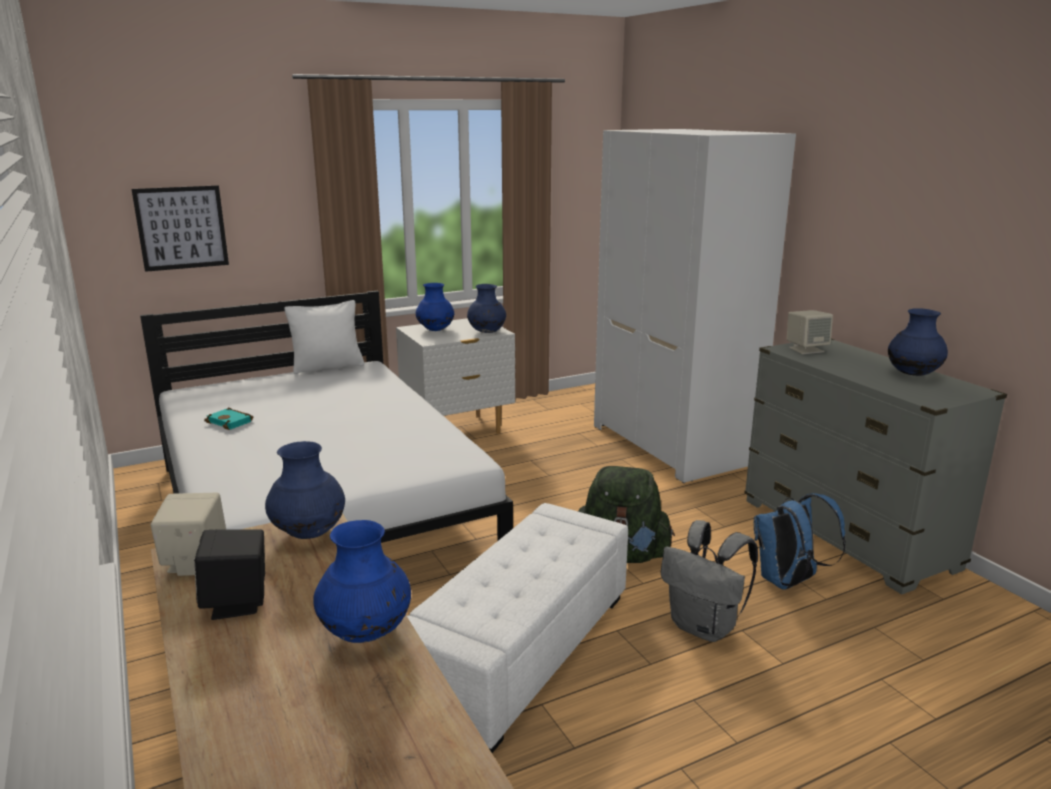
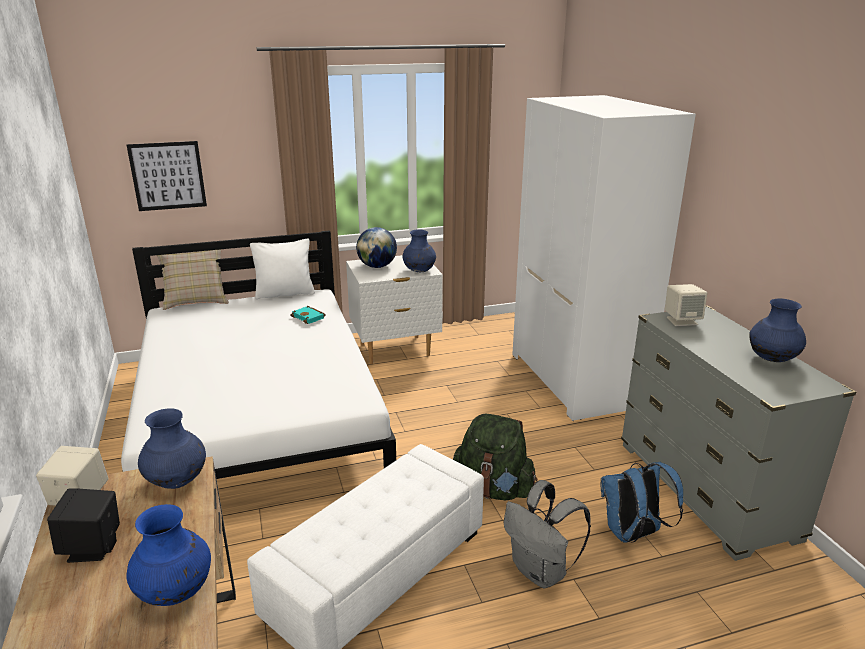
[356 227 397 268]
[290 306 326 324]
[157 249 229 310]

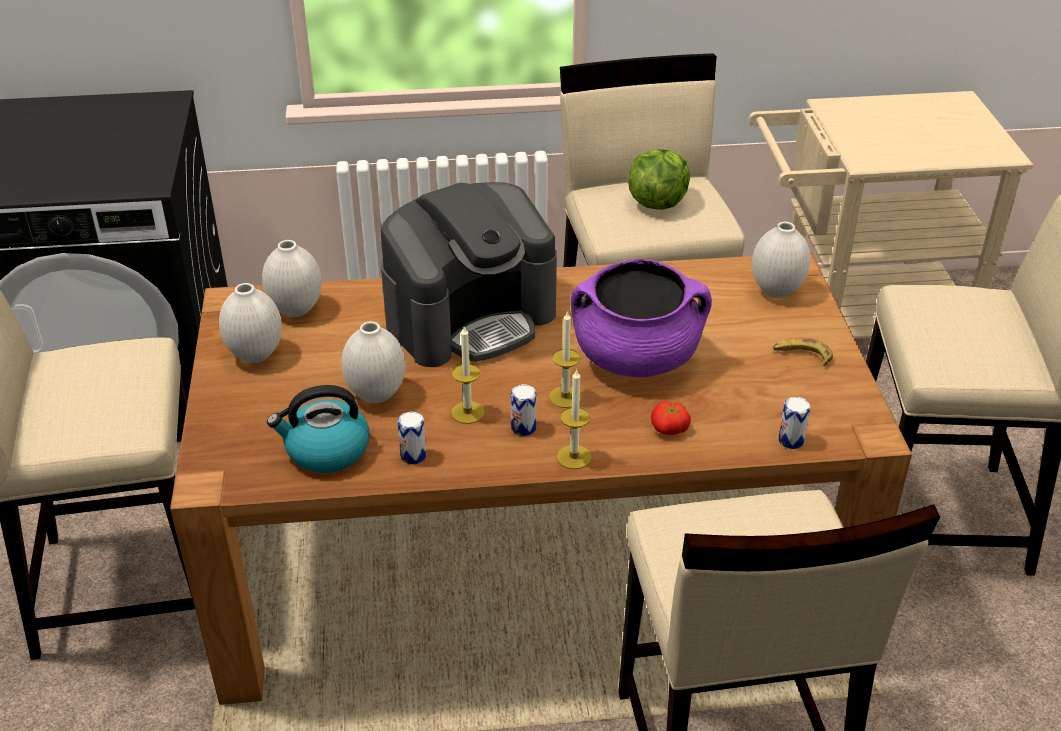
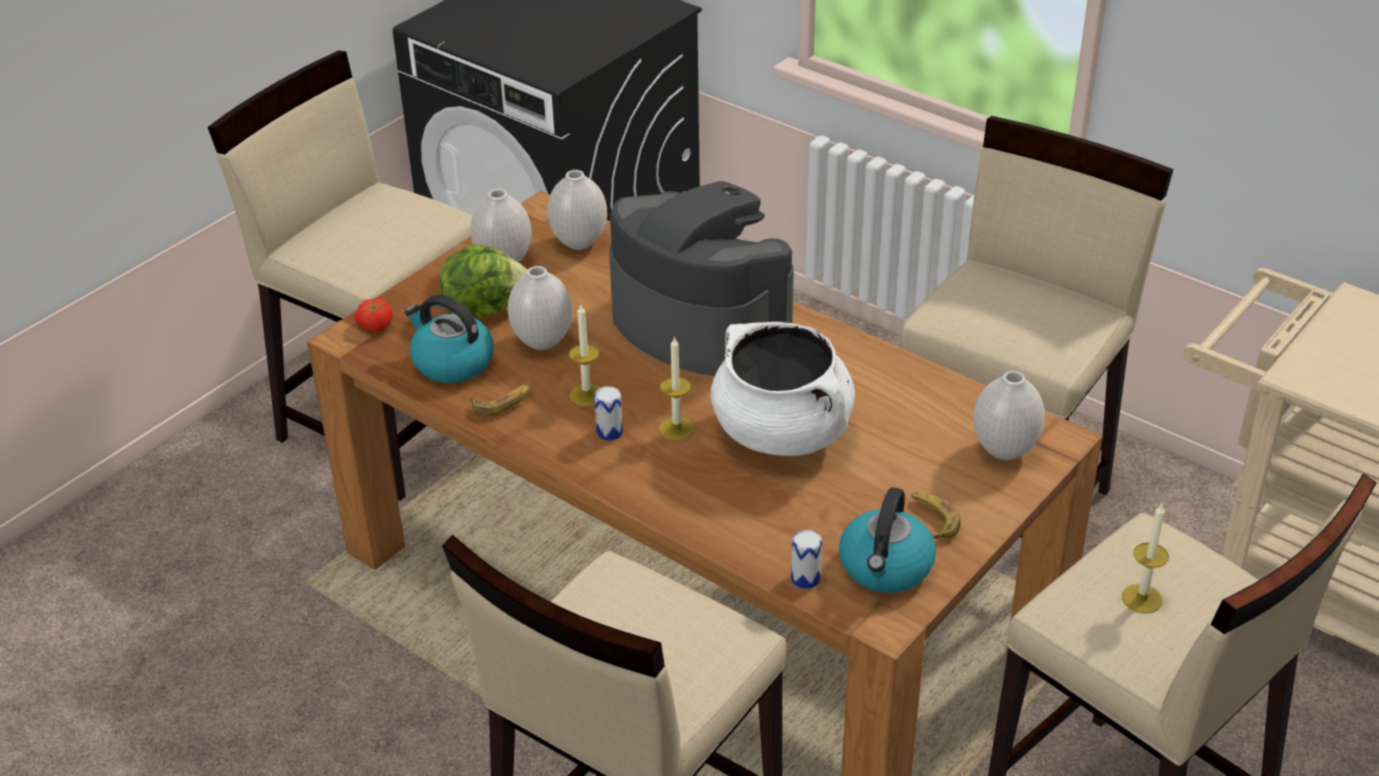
[440 244 527 318]
[609 181 794 376]
[711 322 855 456]
[1122 503 1169 613]
[355 298 393 332]
[471 385 530 416]
[839 487 936 593]

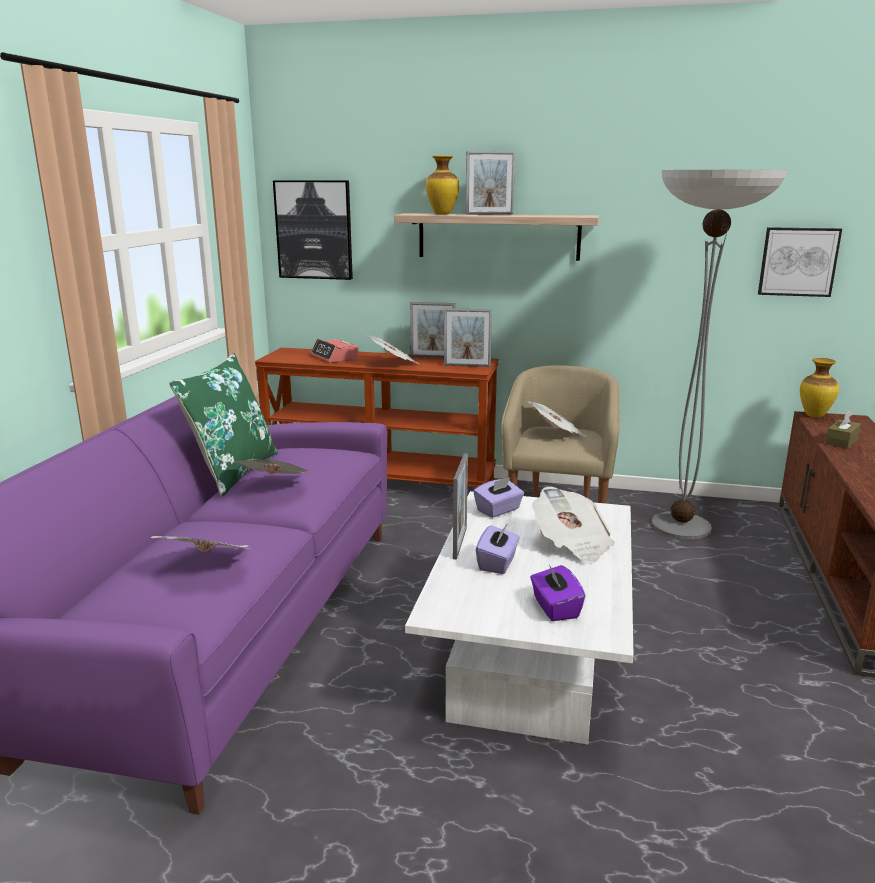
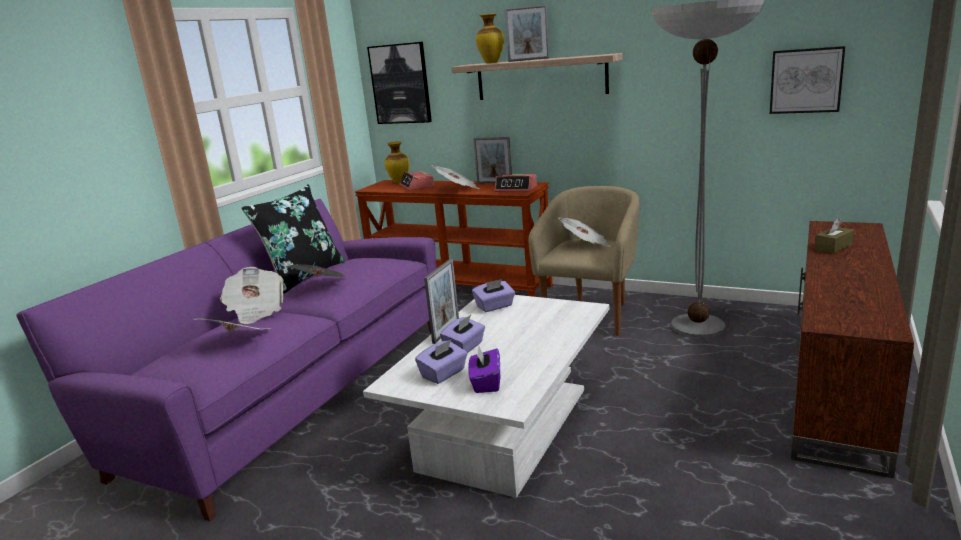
[495 174 537 192]
[241 185 345 293]
[385 141 409 183]
[220 267 283 324]
[415 340 467 384]

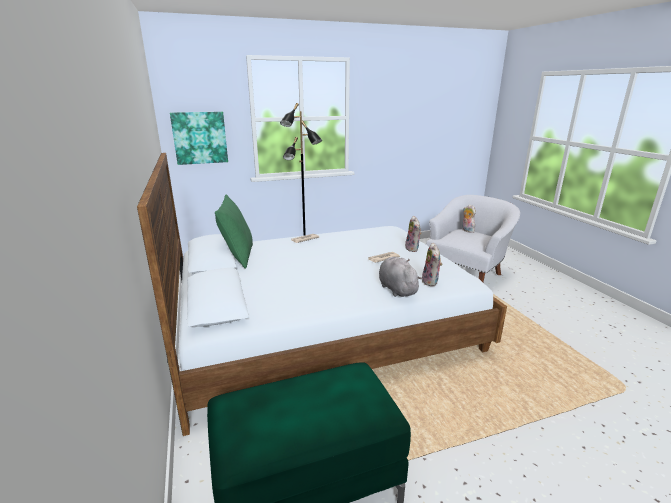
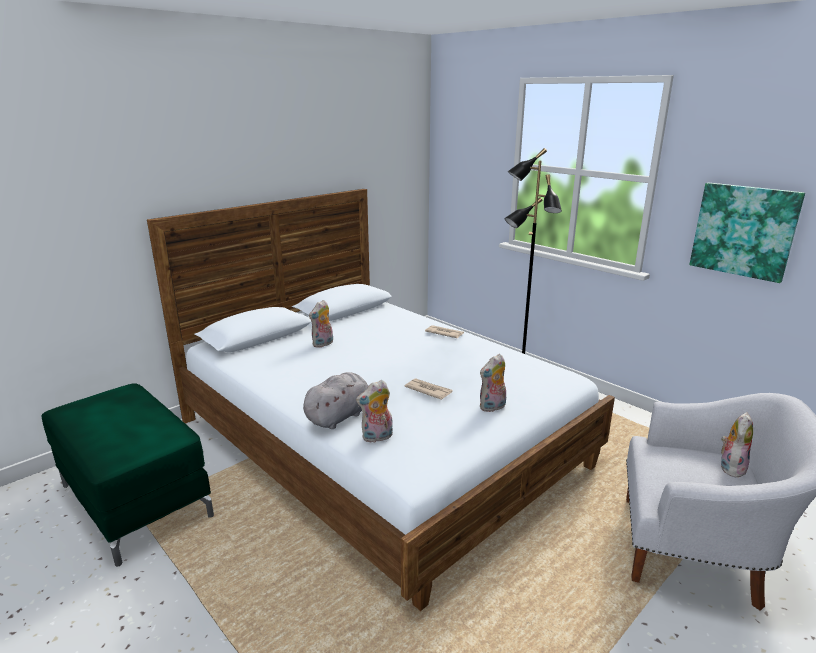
[689 183 805 283]
[215 194 253 269] (first image)
[309 300 333 348]

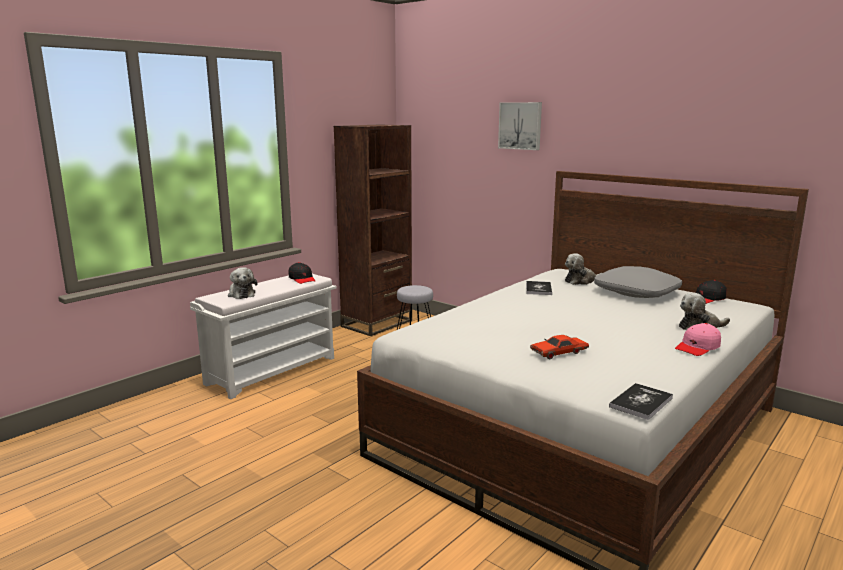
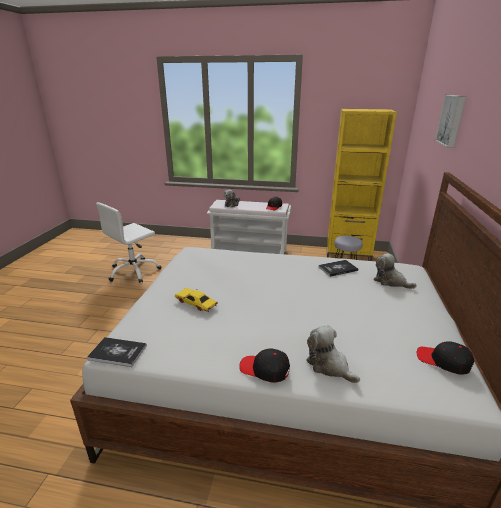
[327 109 397 261]
[594 266 682 298] (first image)
[239 348 290 383]
[175 288 218 312]
[96 202 161 283]

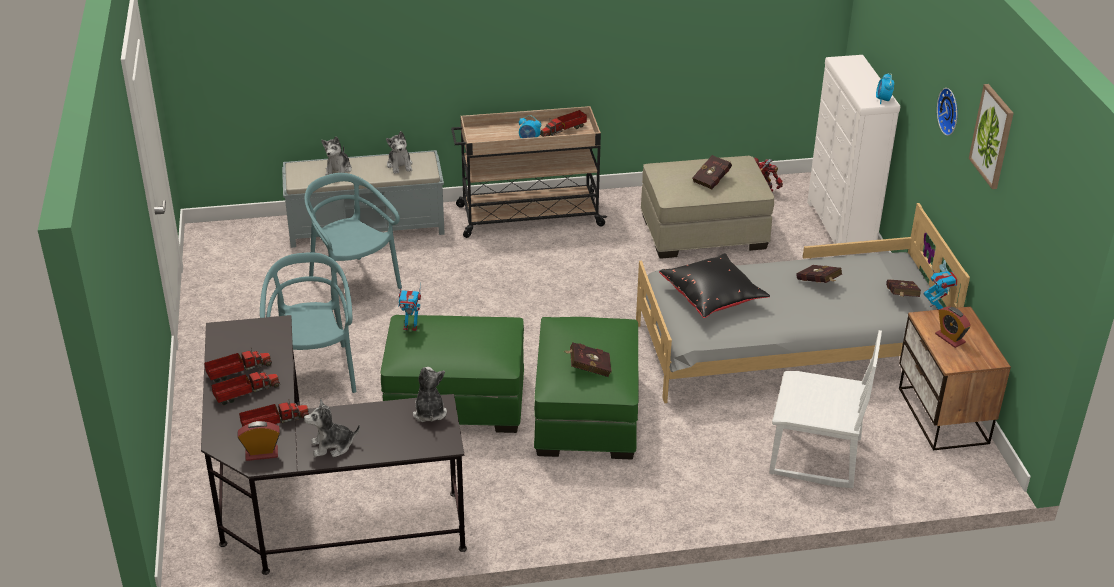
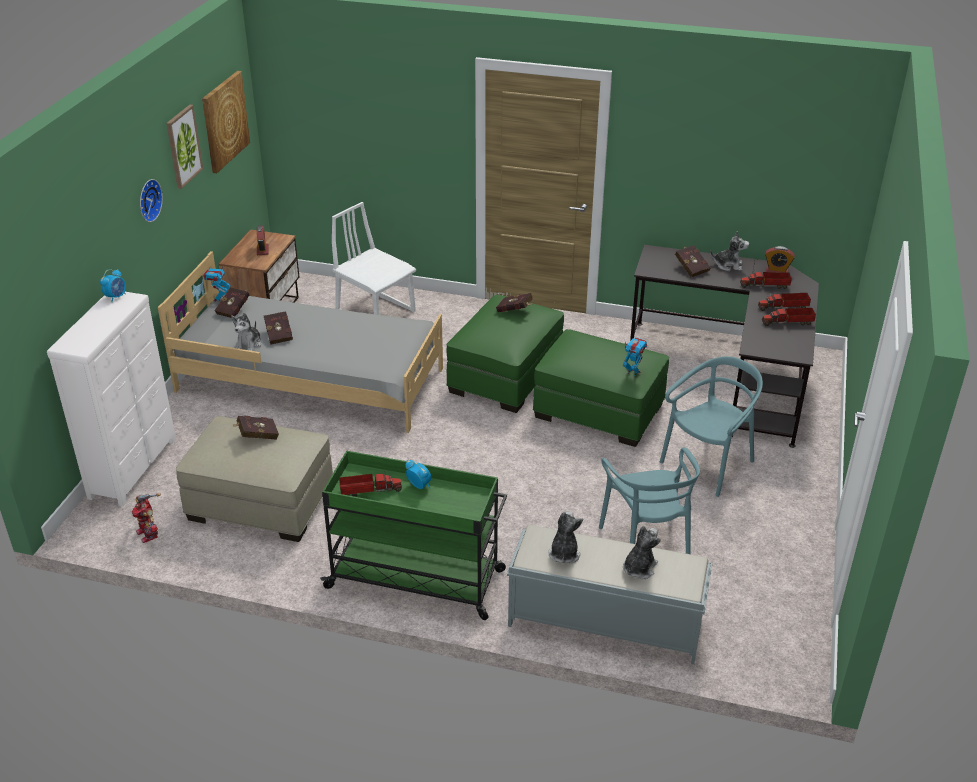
[320 451 507 620]
[660 356 763 497]
[659 253 770 318] (first image)
[231 313 262 351]
[202 71 250 173]
[675 245 710 277]

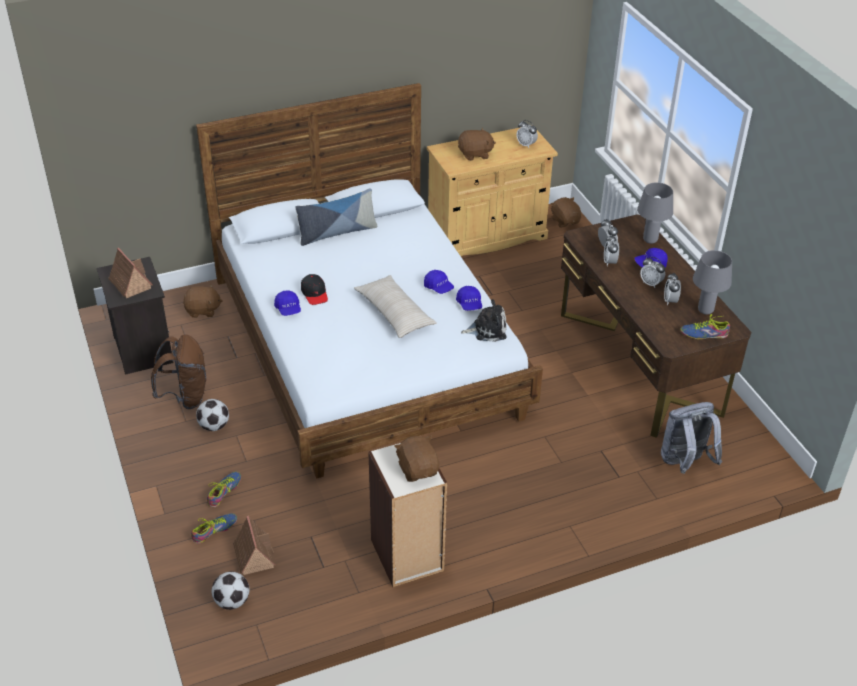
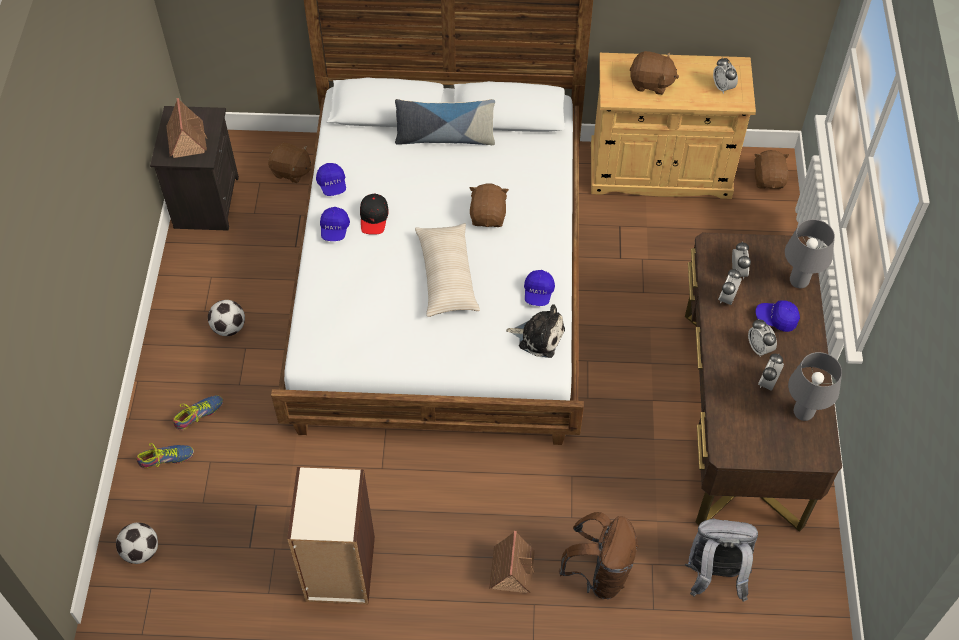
[316 163 346 196]
[680 314 730 340] (first image)
[559 512 638 599]
[469 183 509 227]
[489 531 535 593]

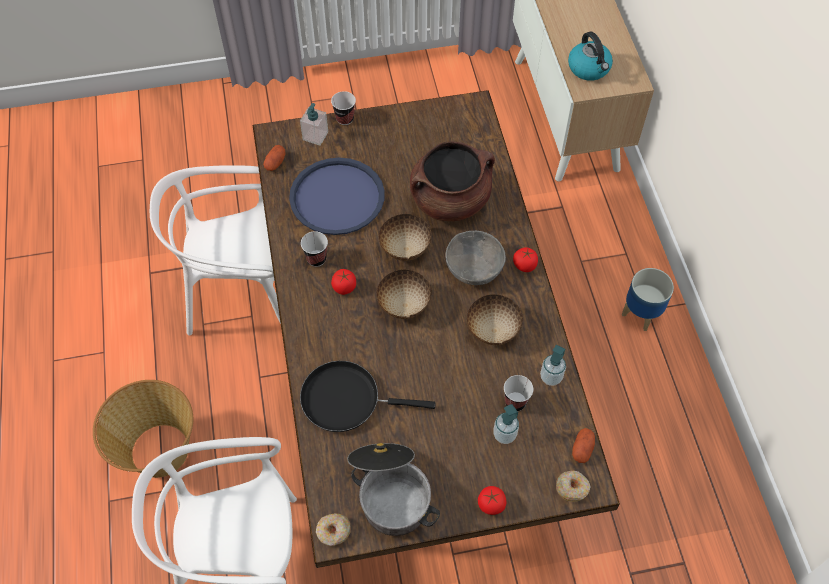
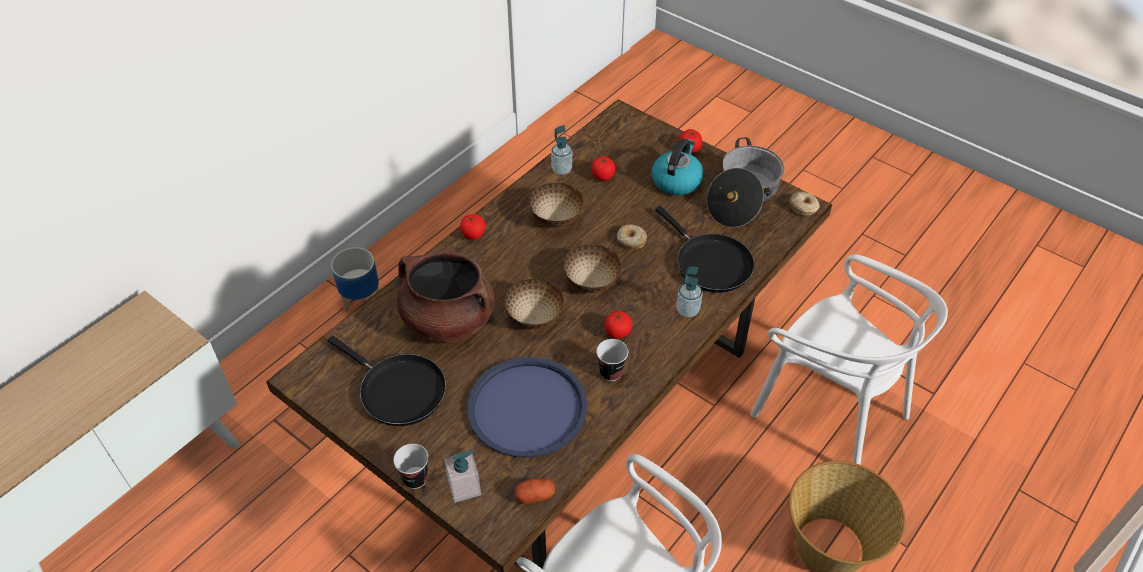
[652 139 703 196]
[445 231 506 285] (first image)
[591 157 615 181]
[676 267 702 317]
[572 428 595 463] (first image)
[617 224 647 250]
[328 336 446 426]

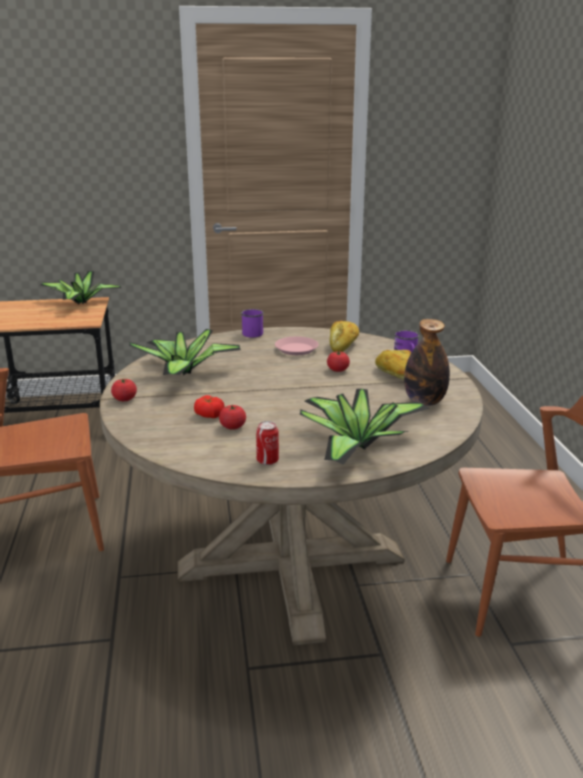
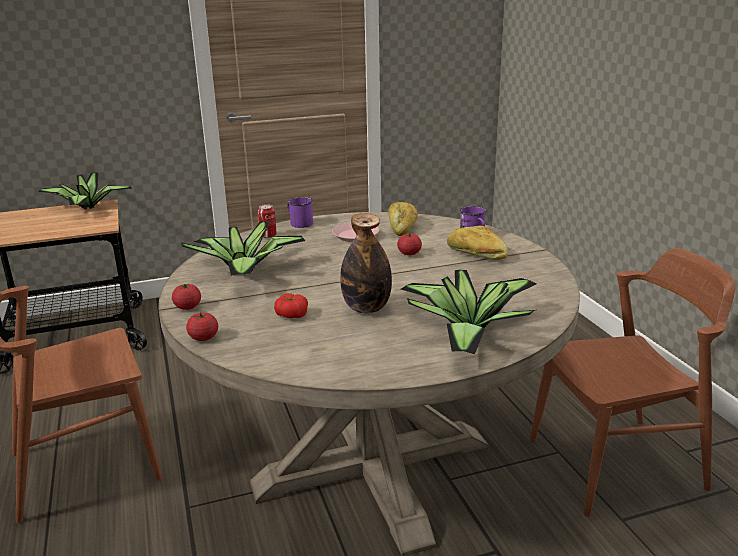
[340 213 392 313]
[186 312 218 341]
[258 204 277 238]

